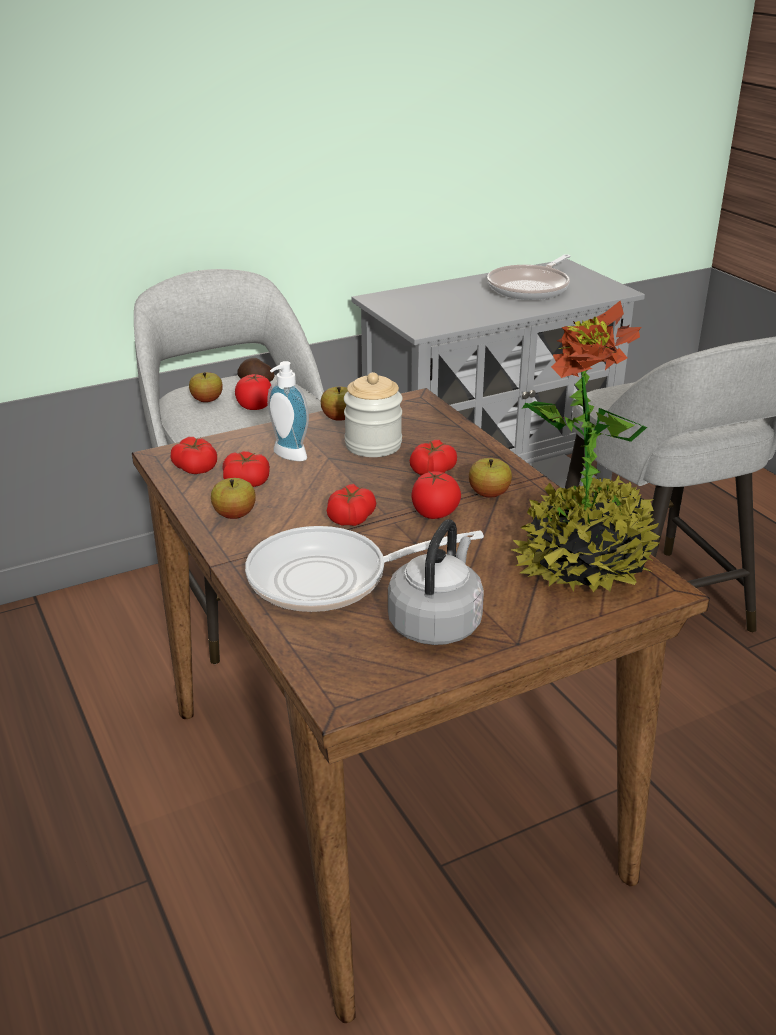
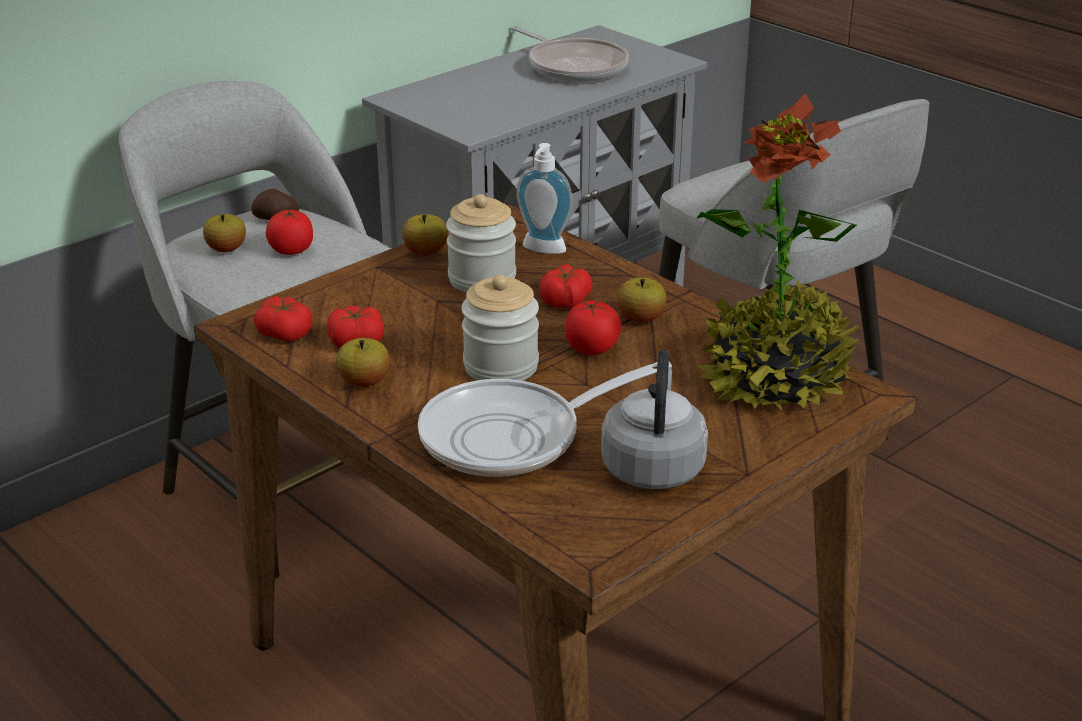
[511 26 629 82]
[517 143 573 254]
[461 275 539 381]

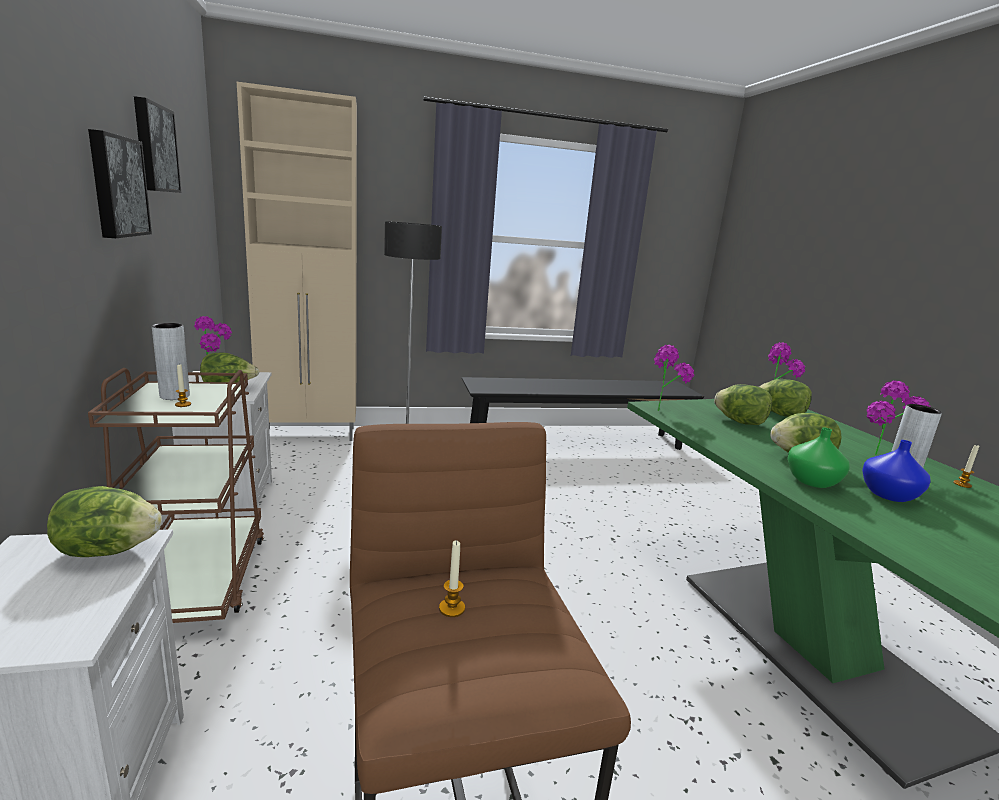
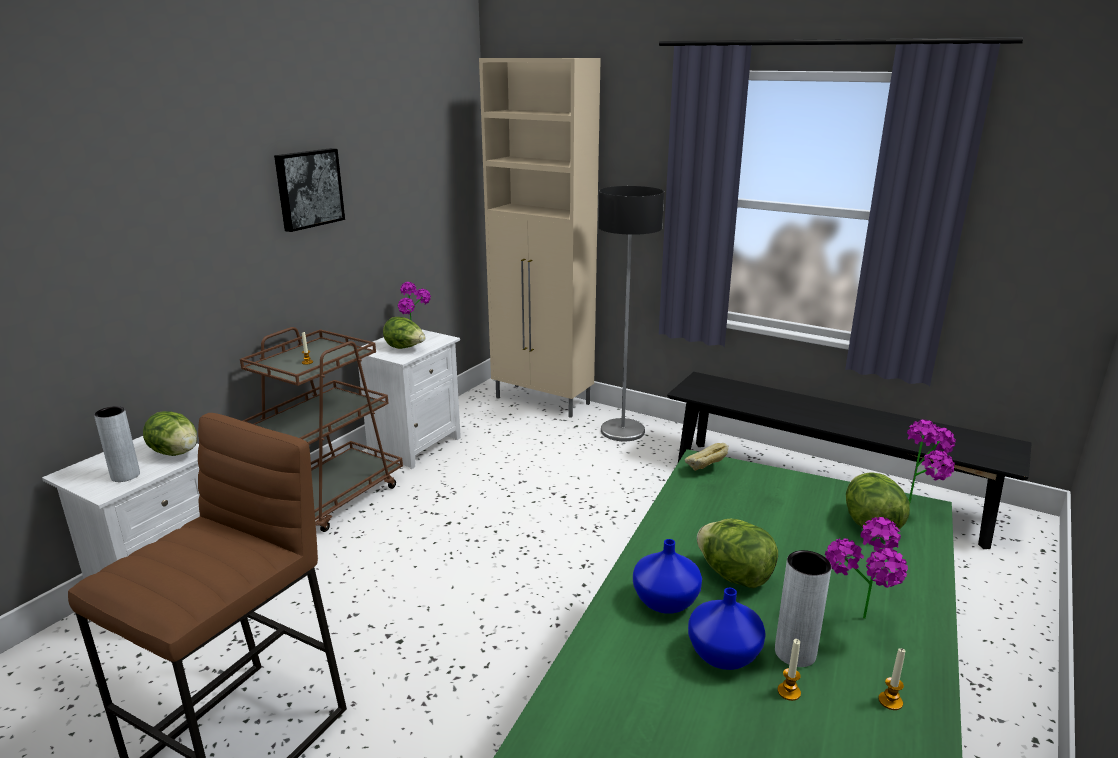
[134 96 181 193] (first image)
[94 406 140 482]
[685 443 728 471]
[714 384 772 425] (first image)
[633 539 702 614]
[777 639 801 701]

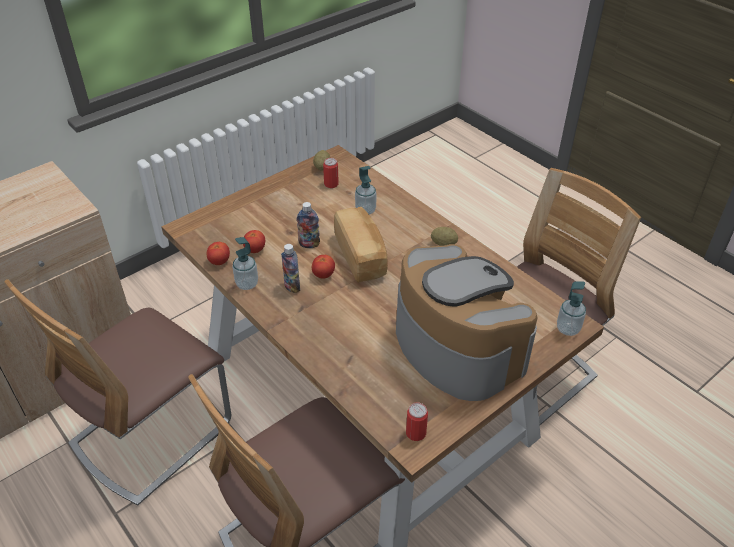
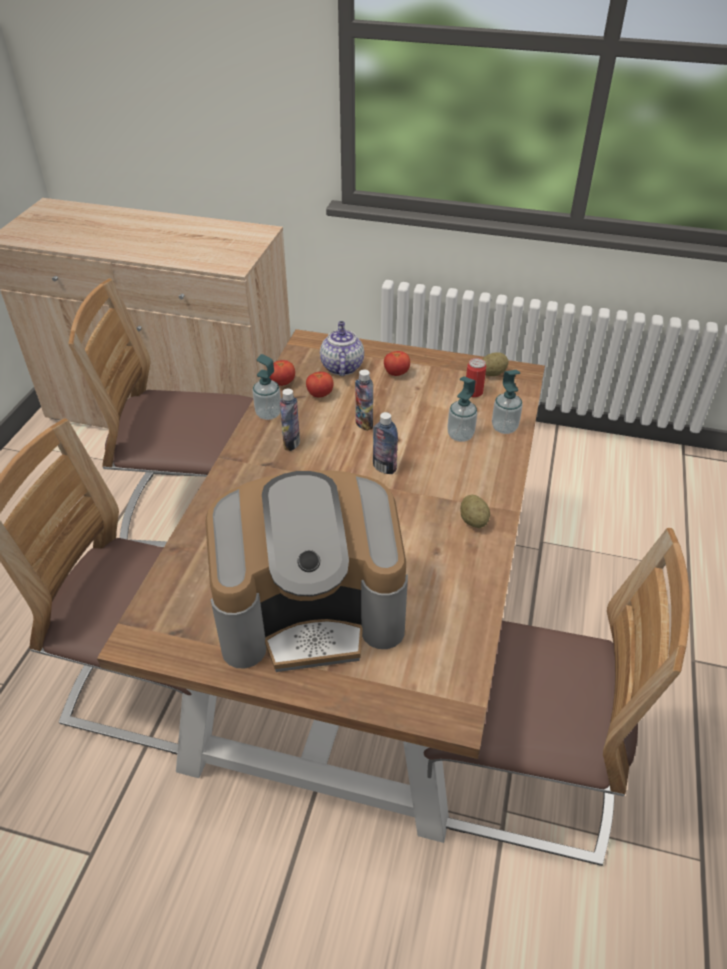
[373 412 398 474]
[205 470 408 672]
[384 351 410 376]
[492 370 523 434]
[406 402 428 441] (first image)
[320 321 364 376]

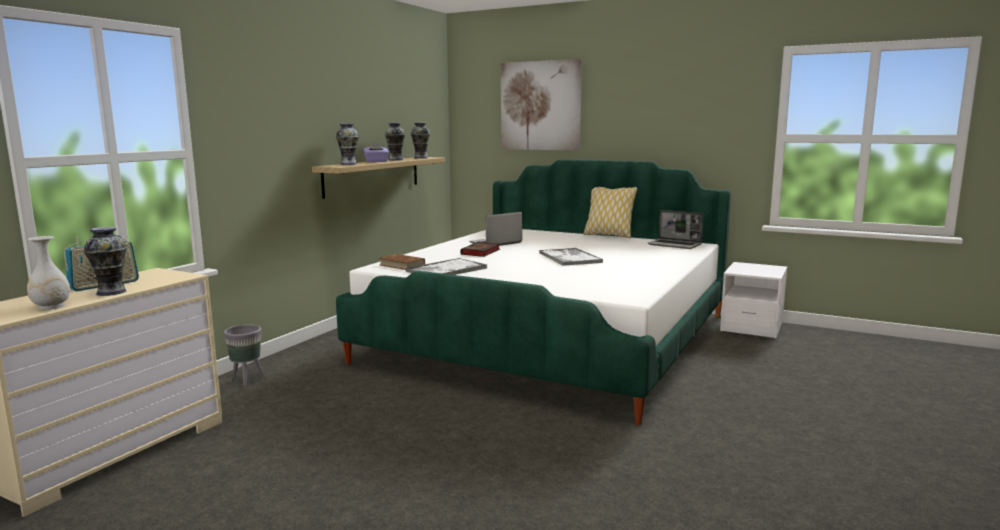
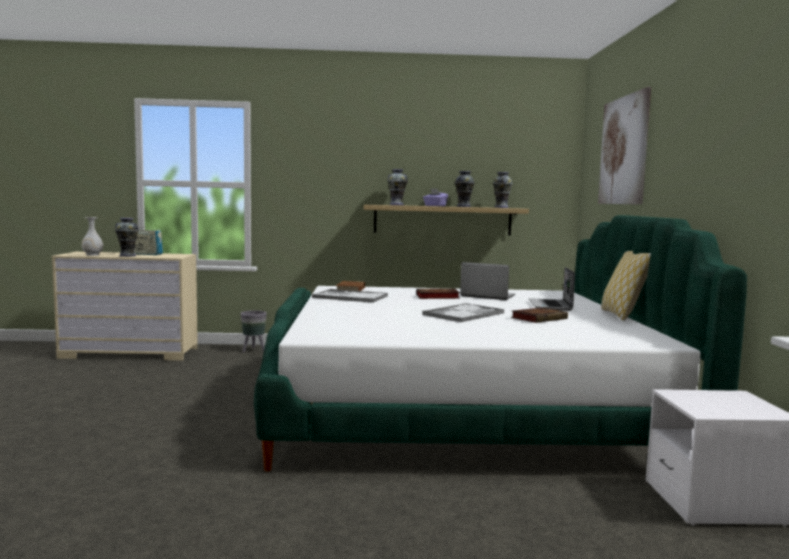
[529 267 575 311]
[511 307 568 323]

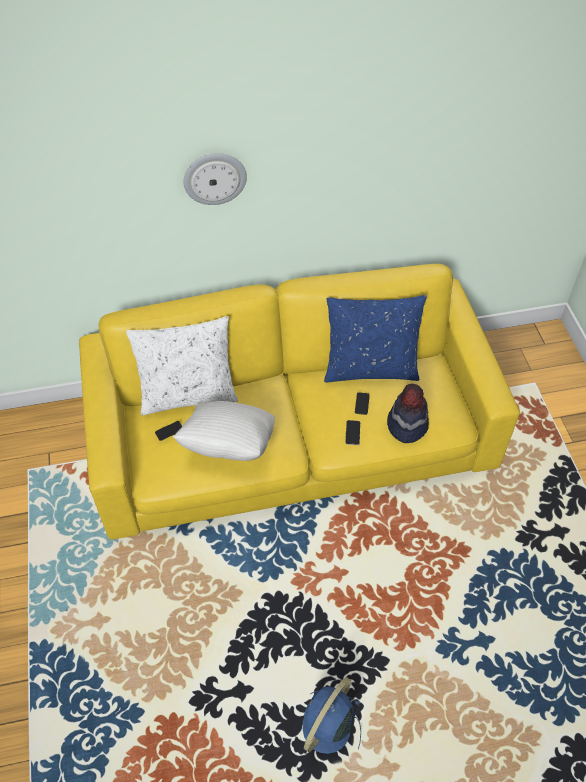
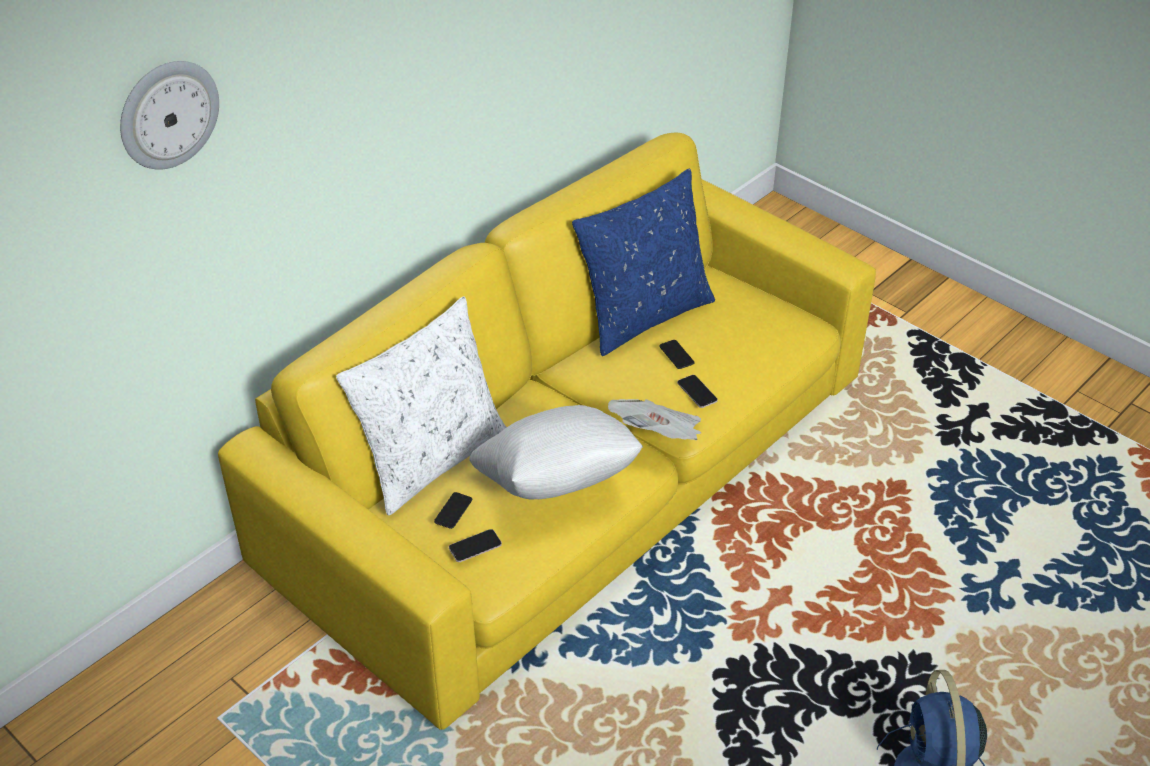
[120 61 219 170]
[387 384 429 443] (first image)
[608 399 701 440]
[449 529 502 562]

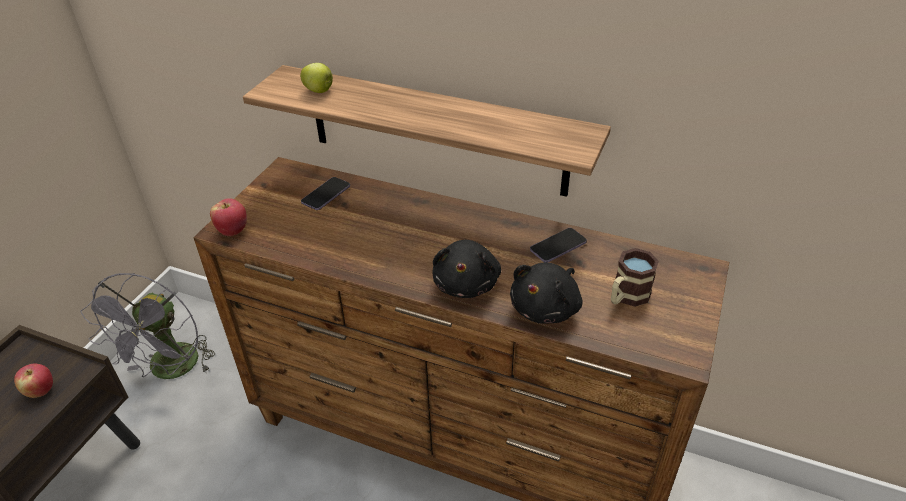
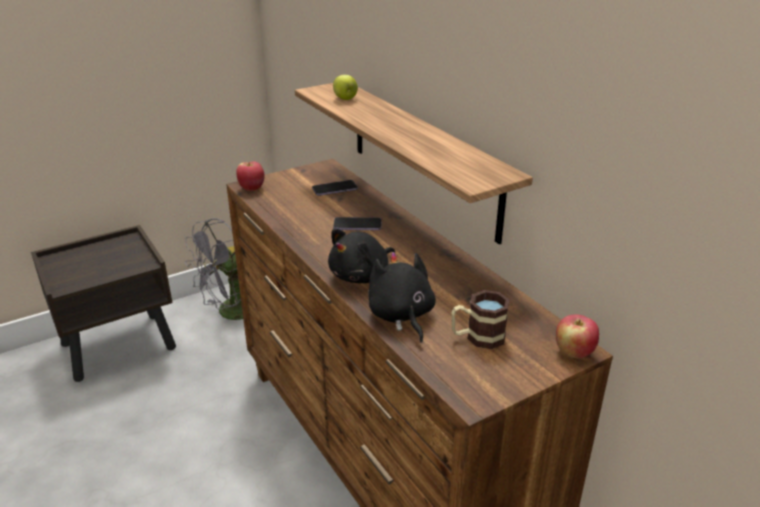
[333 217 382 230]
[368 252 436 343]
[556 315 599 359]

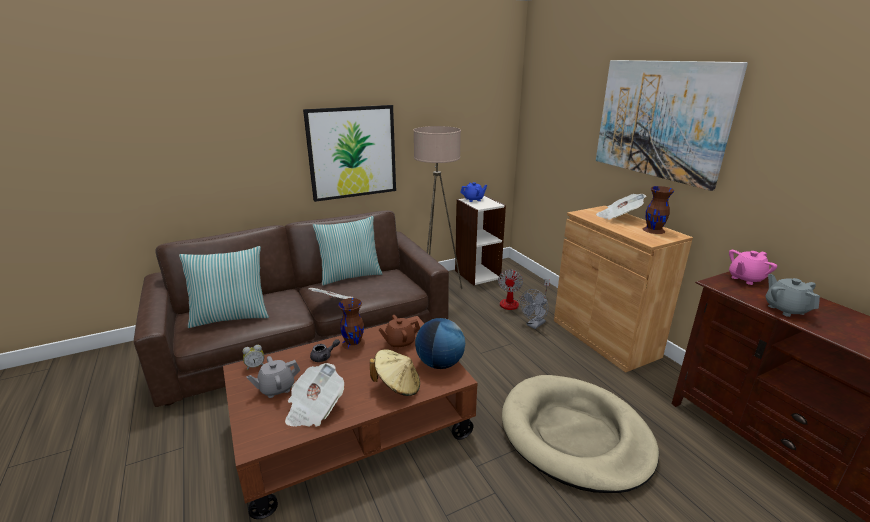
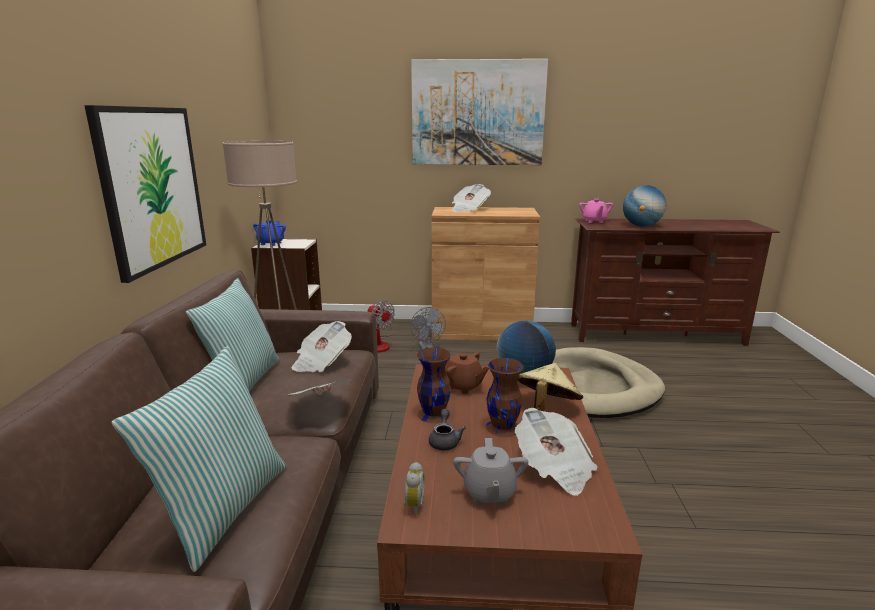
[486 358 524 437]
[623 185 666 227]
[445 352 489 394]
[292 321 352 372]

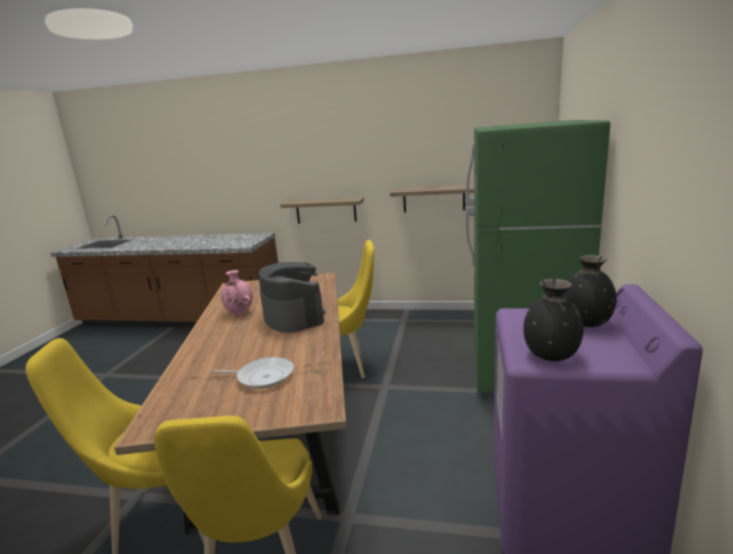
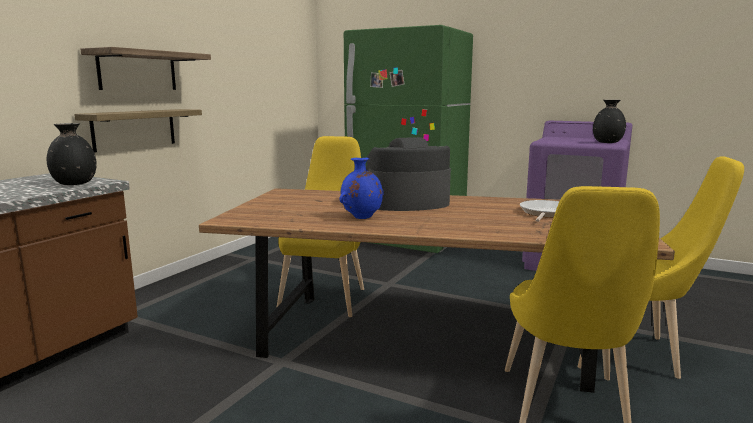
[80 47 211 90]
[47 123 97 185]
[339 158 384 219]

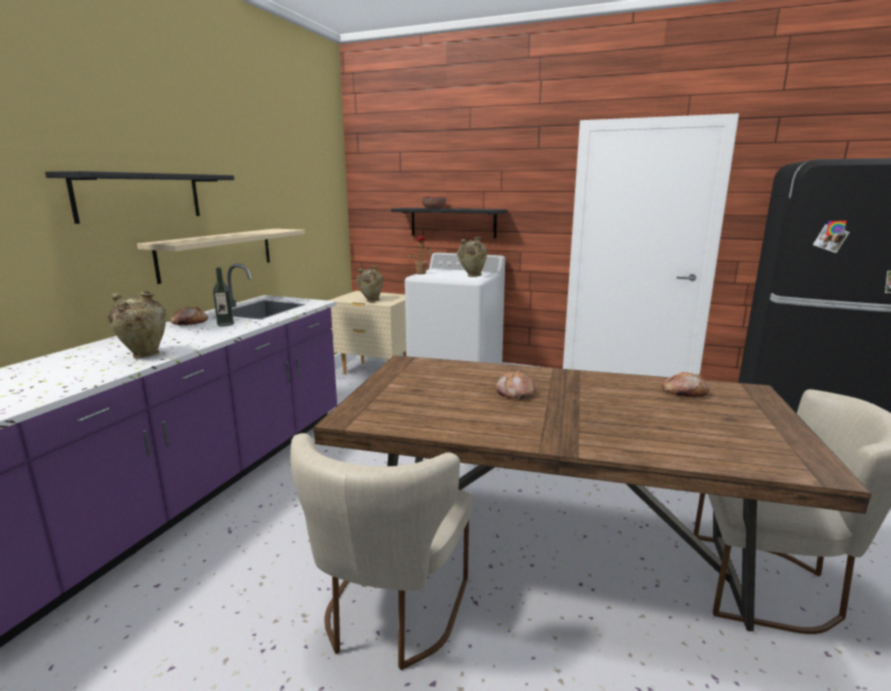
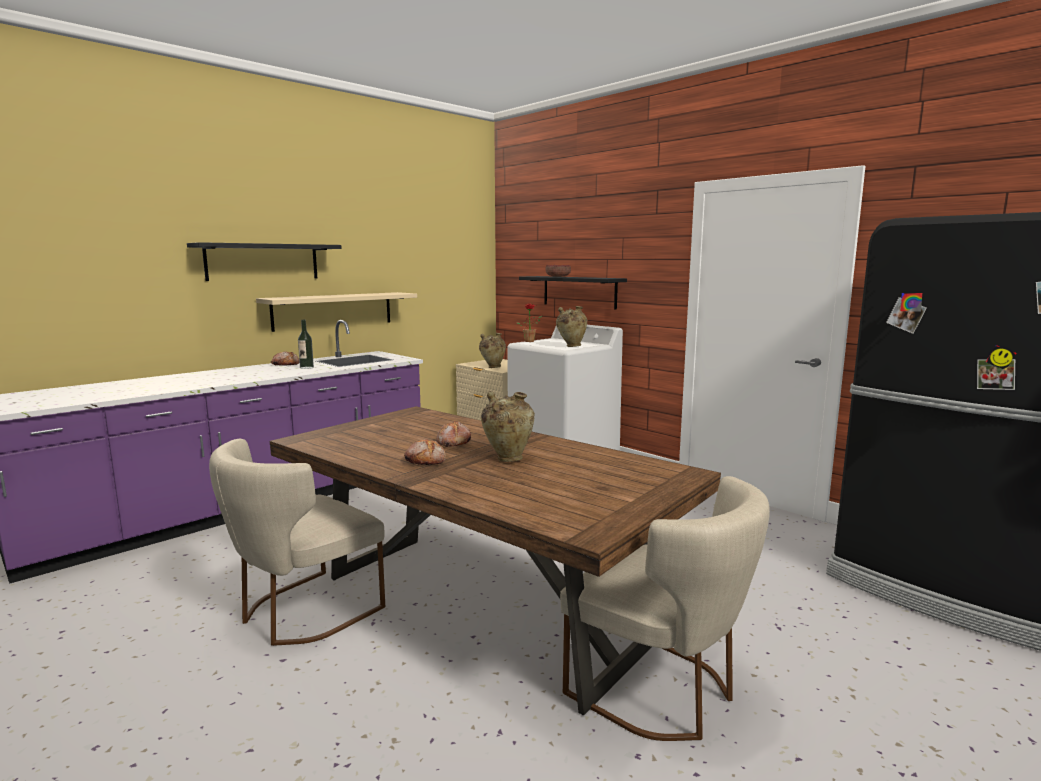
[481 391 535 462]
[404 439 446 465]

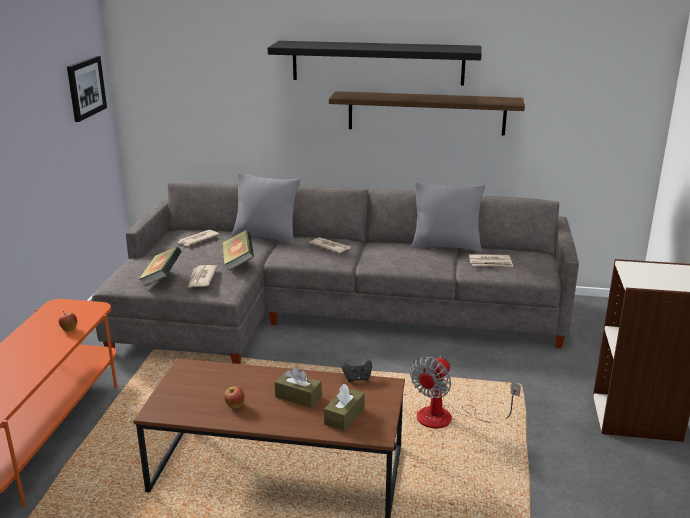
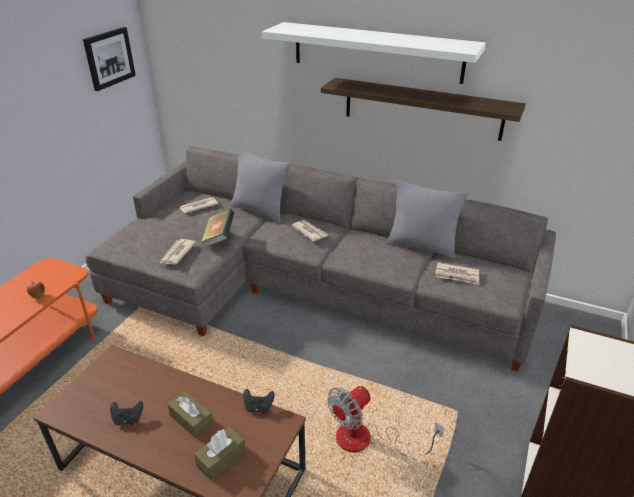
[262 22 486 84]
[138 247 181 286] (first image)
[110 401 143 425]

